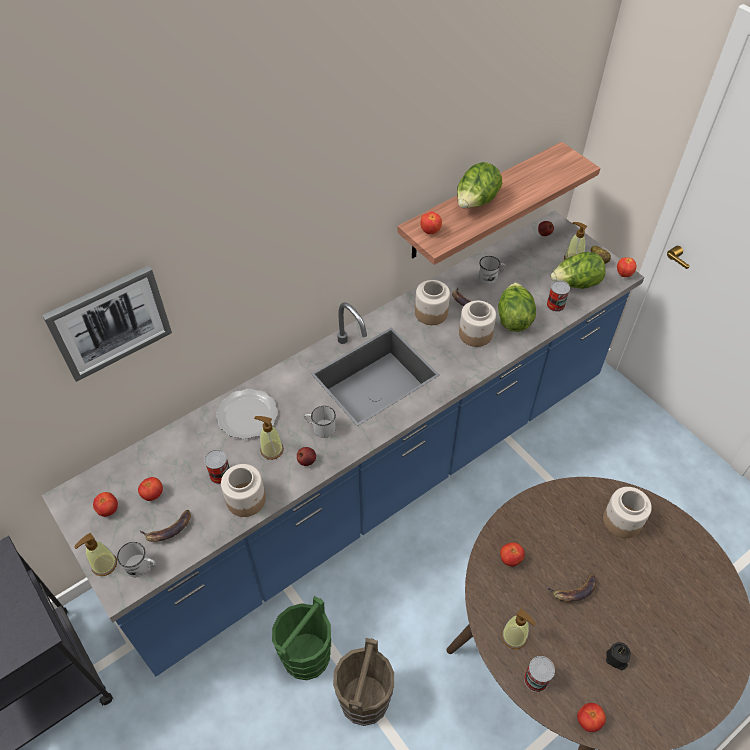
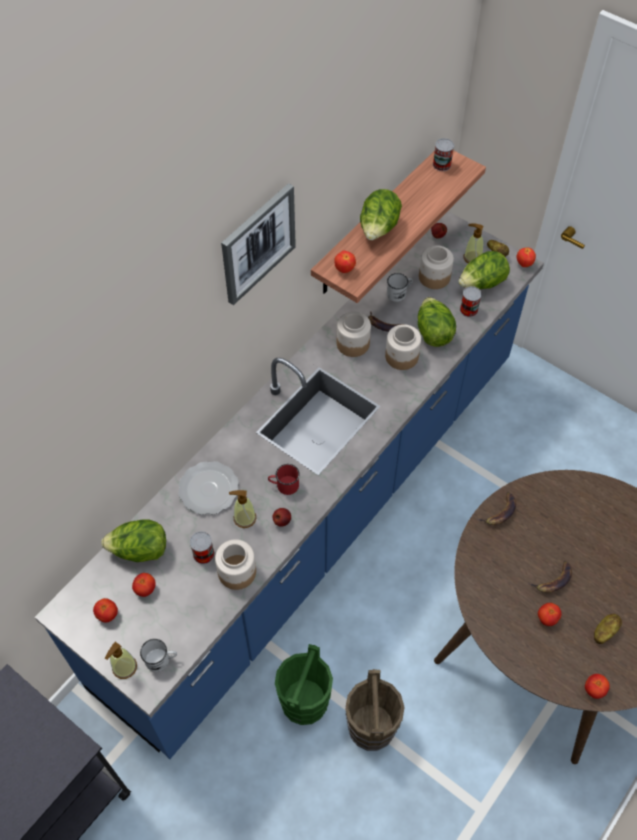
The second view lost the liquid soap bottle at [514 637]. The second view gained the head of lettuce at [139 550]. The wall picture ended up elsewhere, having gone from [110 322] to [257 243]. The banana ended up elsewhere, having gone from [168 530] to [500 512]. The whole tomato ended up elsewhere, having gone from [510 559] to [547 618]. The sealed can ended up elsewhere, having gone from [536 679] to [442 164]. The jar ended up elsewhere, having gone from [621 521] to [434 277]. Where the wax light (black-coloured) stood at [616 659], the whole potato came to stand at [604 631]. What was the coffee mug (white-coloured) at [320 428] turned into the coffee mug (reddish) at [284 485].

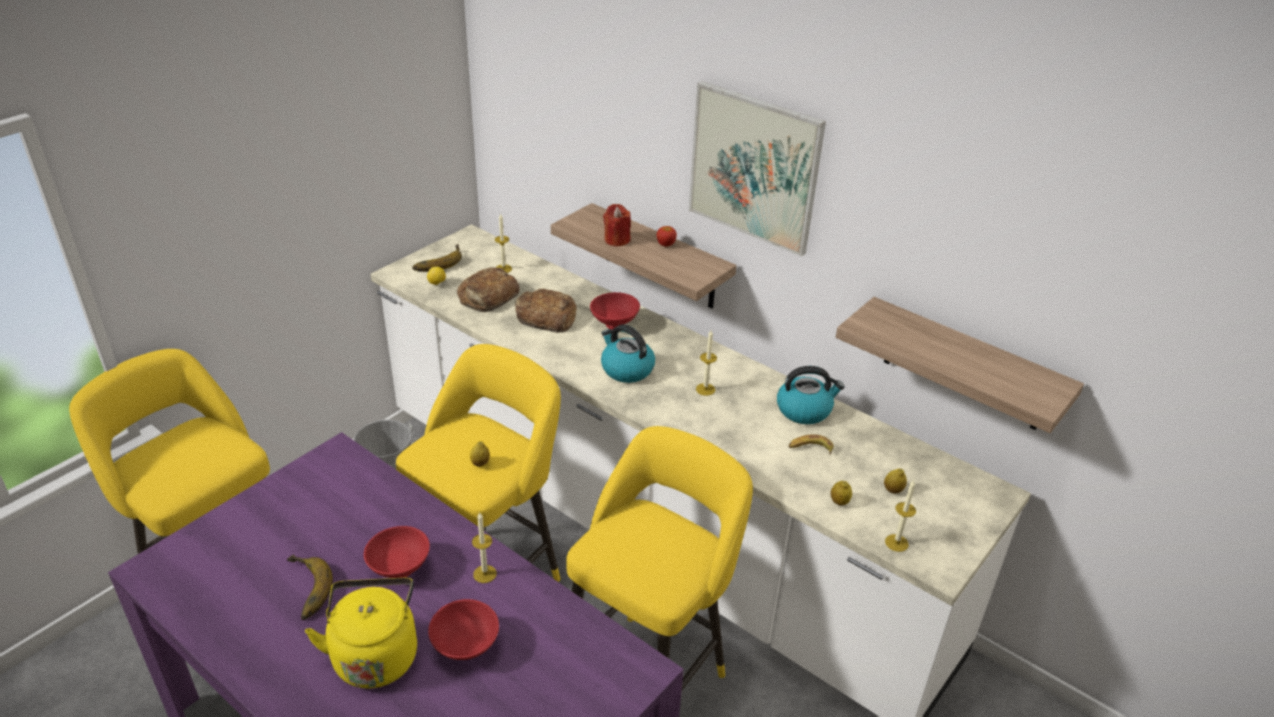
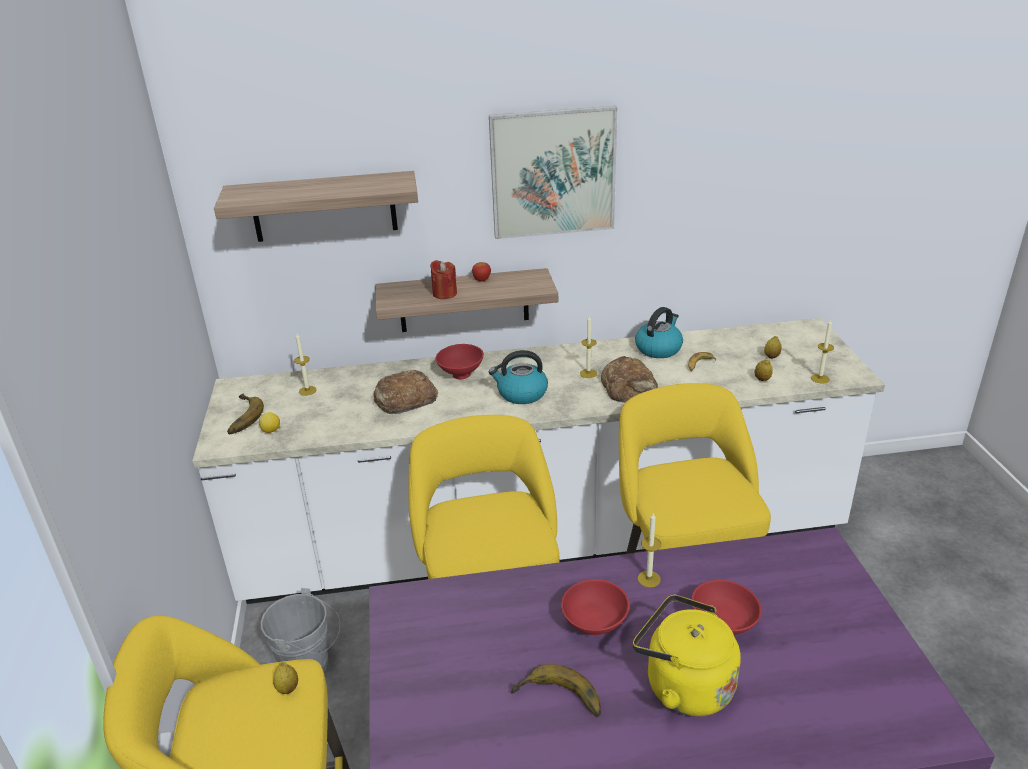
The bread ended up elsewhere, having gone from [488 297] to [629 387]. The lemon ended up elsewhere, having gone from [480 463] to [288 689]. The wall shelf ended up elsewhere, having gone from [965 366] to [324 207].

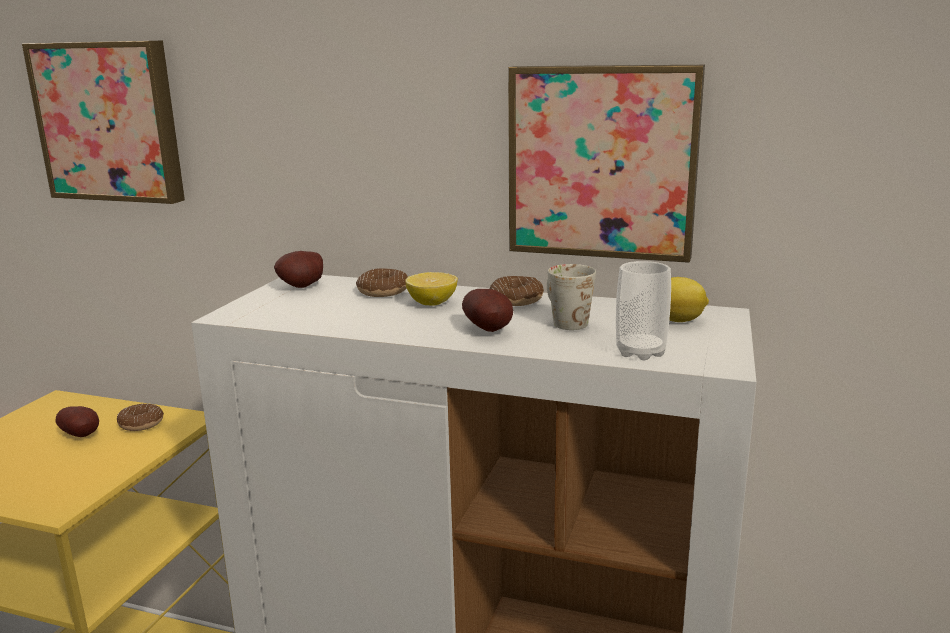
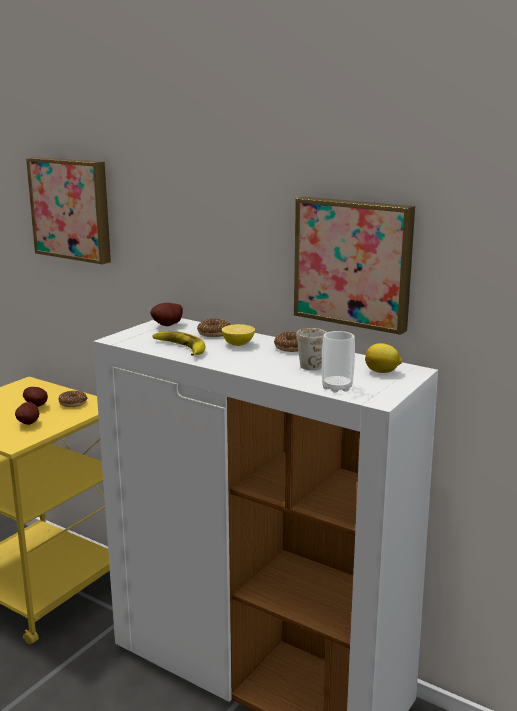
The second view gained the banana at [180 348]. The whole potato ended up elsewhere, having gone from [489 330] to [29 423].

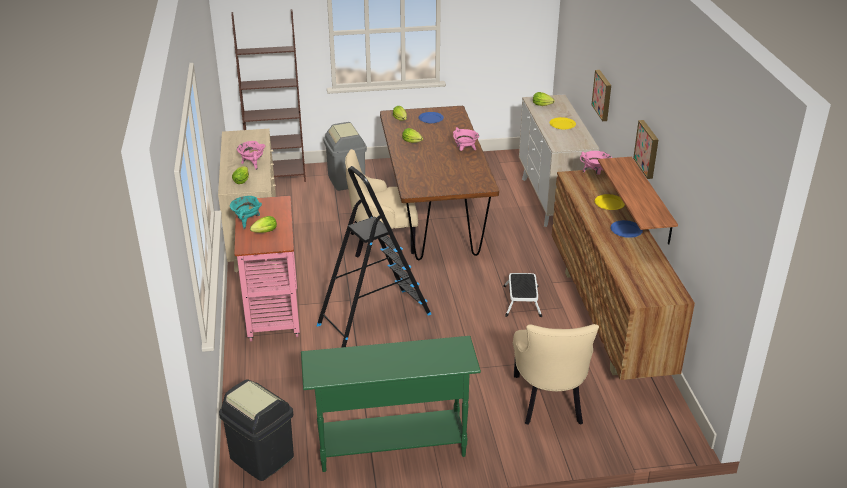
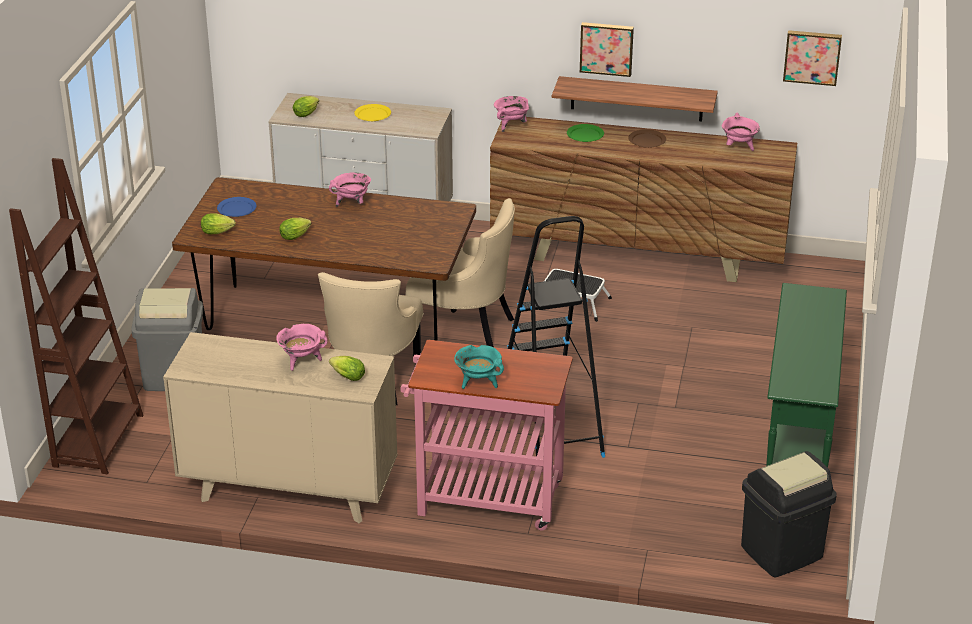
The second view lost the head of lettuce at [263 232]. The second view gained the cooking pot (pinkish) at [739 147]. The upright chair (sand-coloured) ended up elsewhere, having gone from [549 398] to [462 328]. The wall picture ended up elsewhere, having gone from [603 95] to [812 56]. What was the dinner plate (yellow-coloured) at [609 203] turned into the dinner plate (greenish) at [585 135]. What was the dinner plate (blue) at [626 230] turned into the dinner plate (brown-coloured) at [646 140].

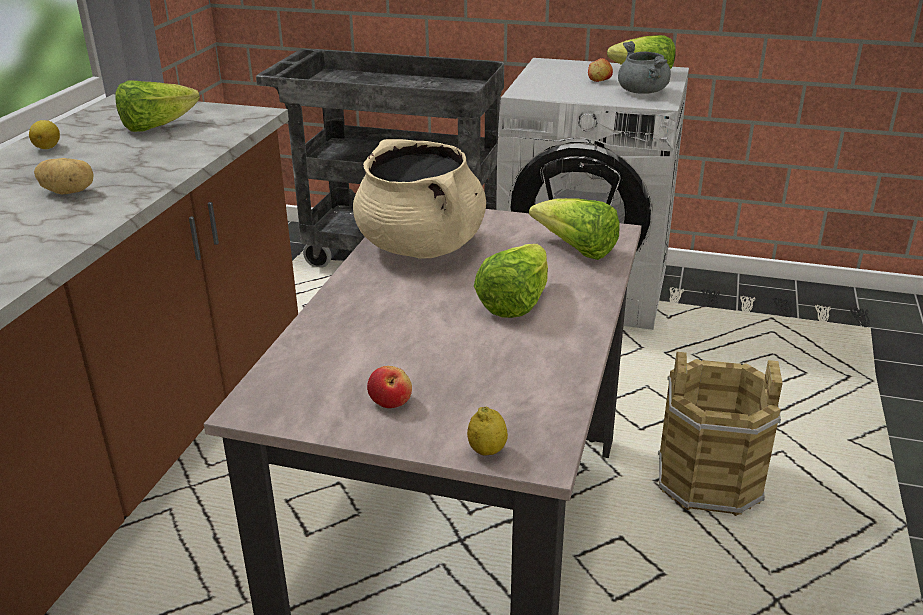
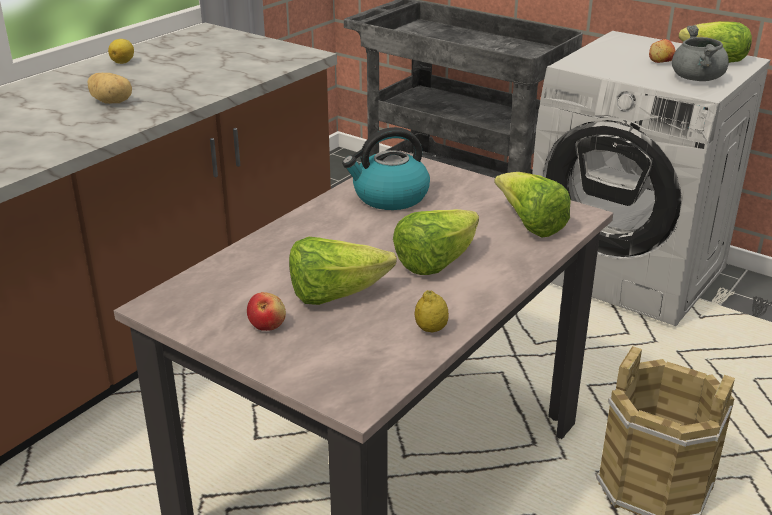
The head of lettuce ended up elsewhere, having gone from [157 127] to [335 295]. The lemon ended up elsewhere, having gone from [487 451] to [431 329]. Where the cooking pot (sand-coloured) stood at [422 247], the kettle came to stand at [389 197].

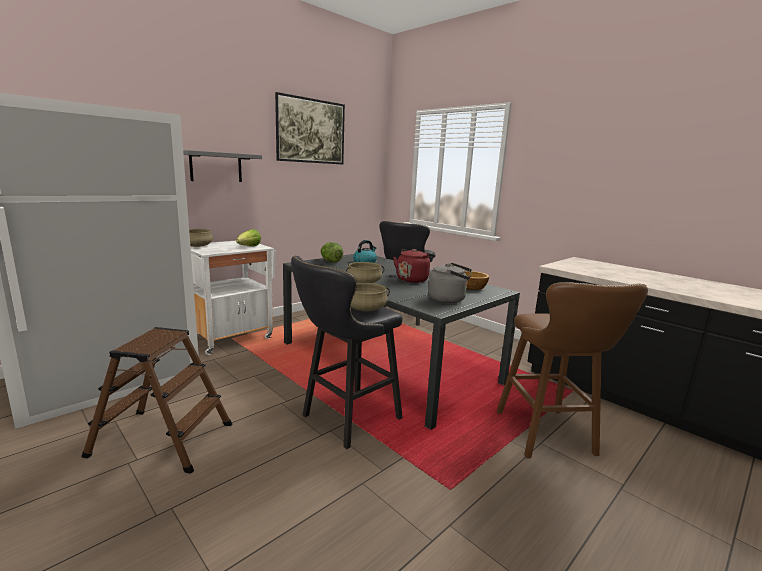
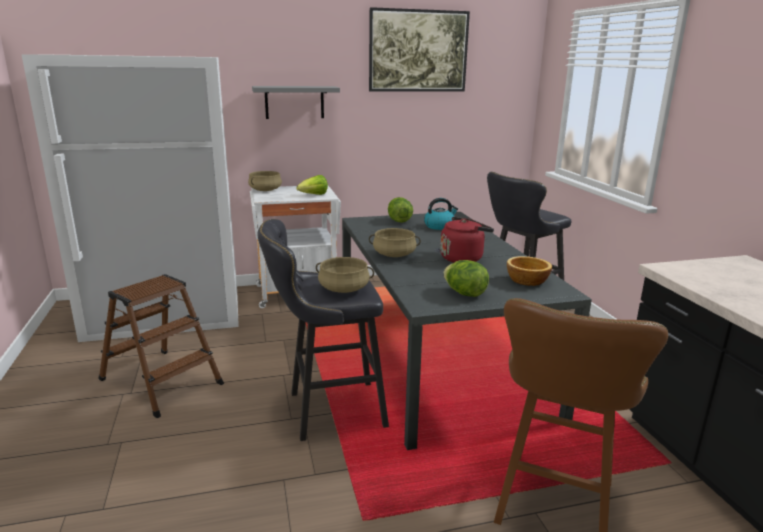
Where the kettle (greyish) stood at [449 299], the head of lettuce came to stand at [464 293].

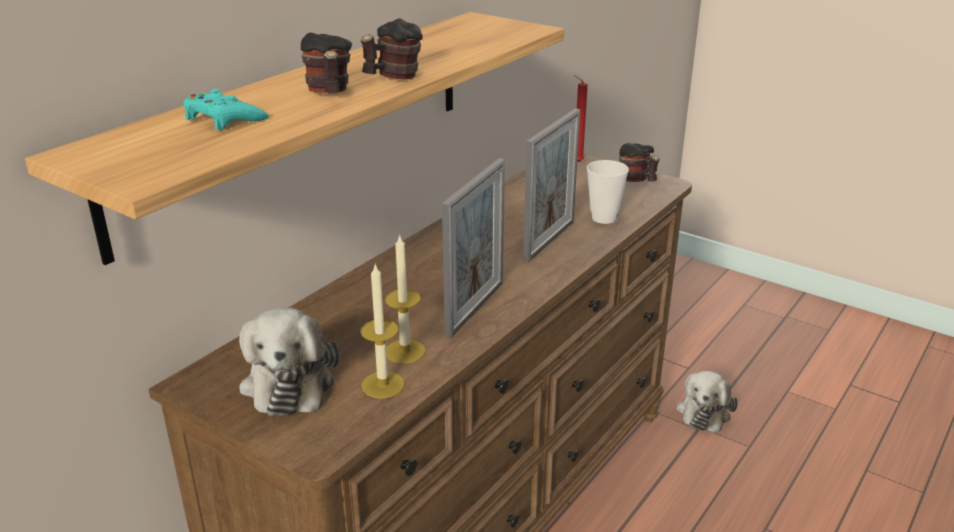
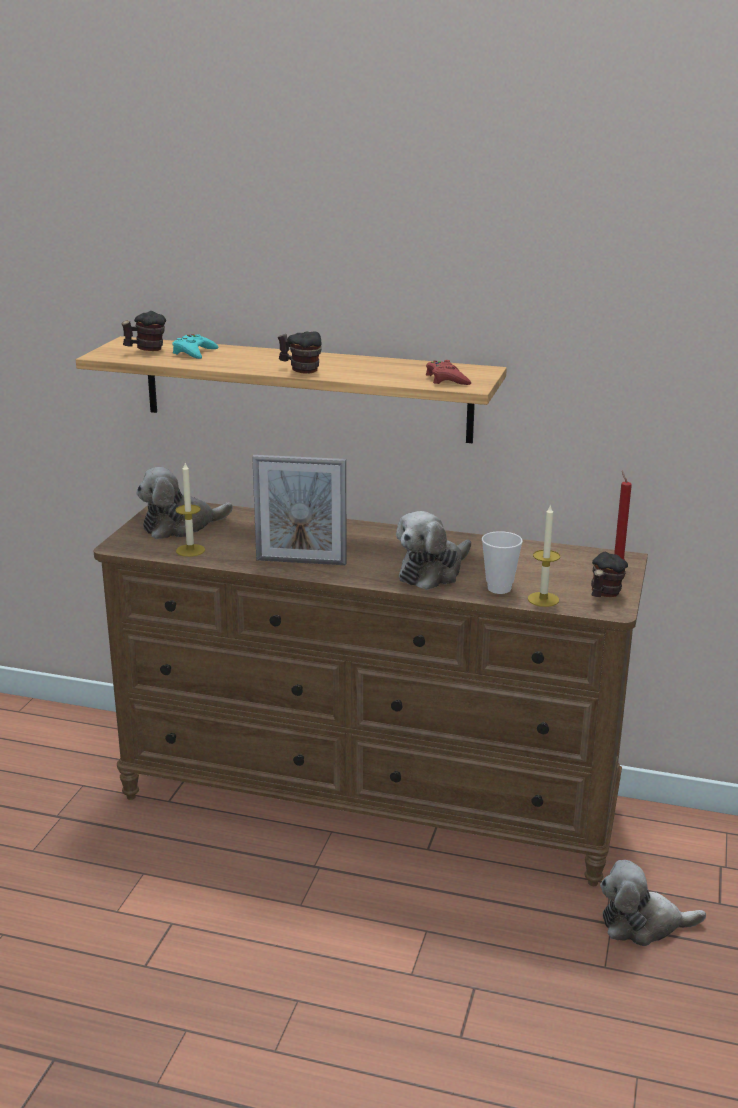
The second view gained the gamepad (reddish) at [447 379]. The coffee mug ended up elsewhere, having gone from [329 93] to [145 350]. The wax light ended up elsewhere, having gone from [405 351] to [543 599]. Where the photo frame stood at [549 241], the cuddly toy came to stand at [433 572].

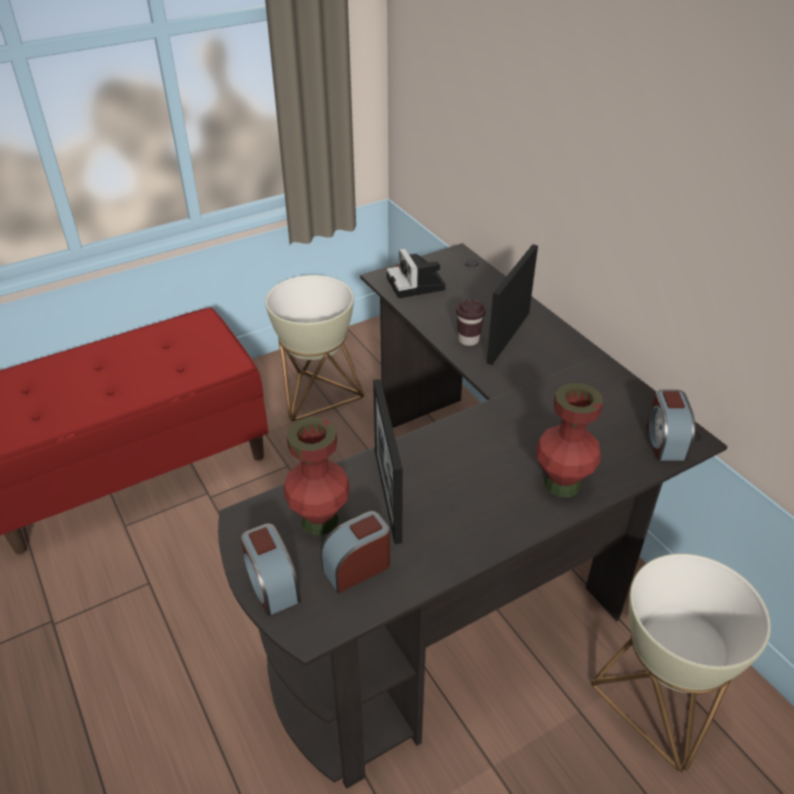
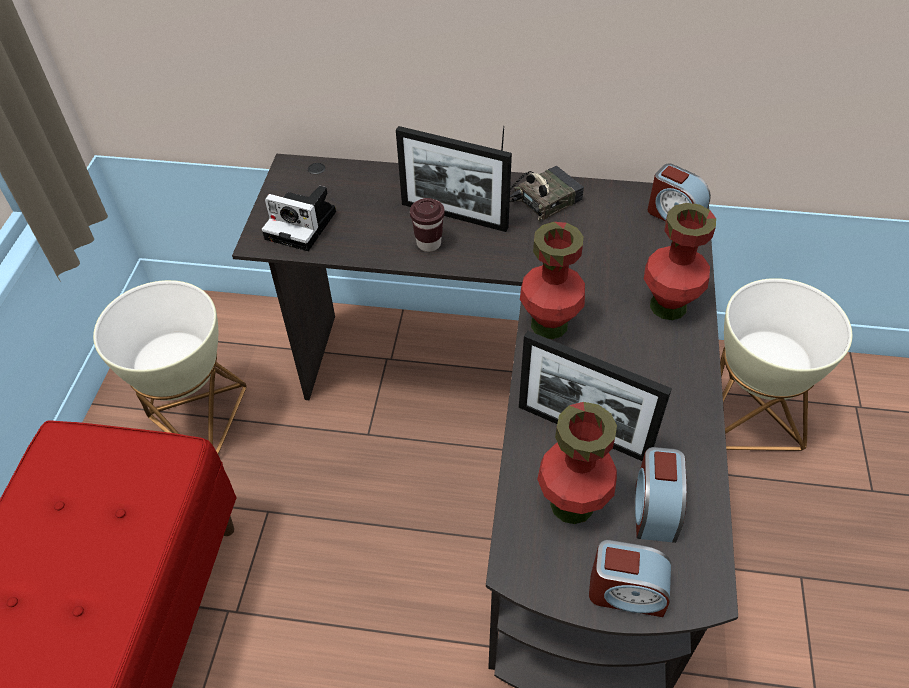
The second view gained the radio receiver at [542 199]. The second view gained the decorative vase (reddish) at [548 324]. The photo frame at [508 337] ended up facing another way, 45 degrees counterclockwise from before.

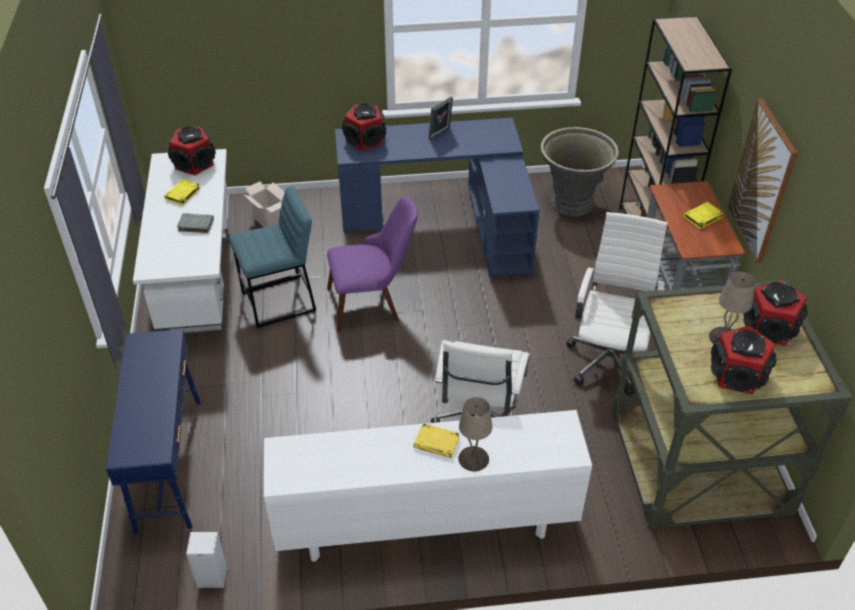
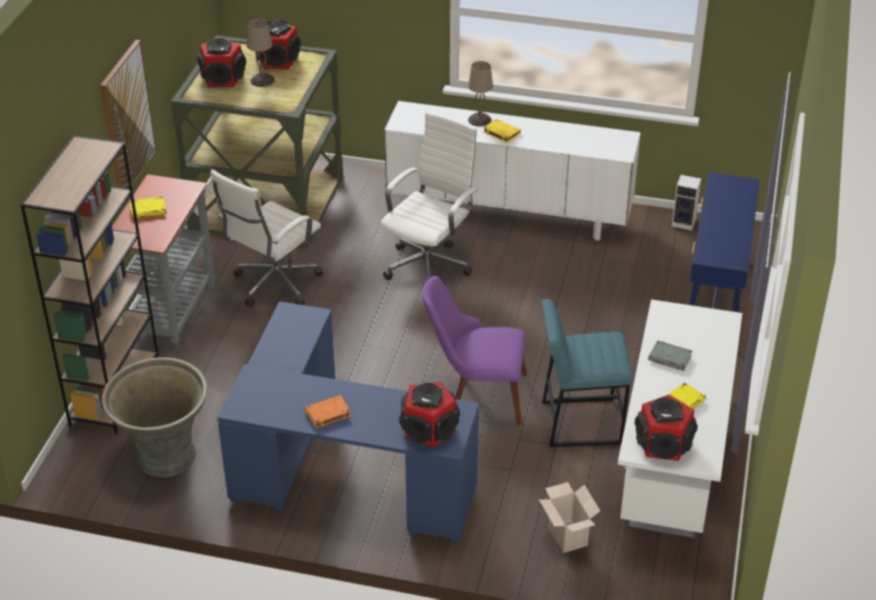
Where the photo frame stood at [440 134], the bound book (orange) came to stand at [327 414].

